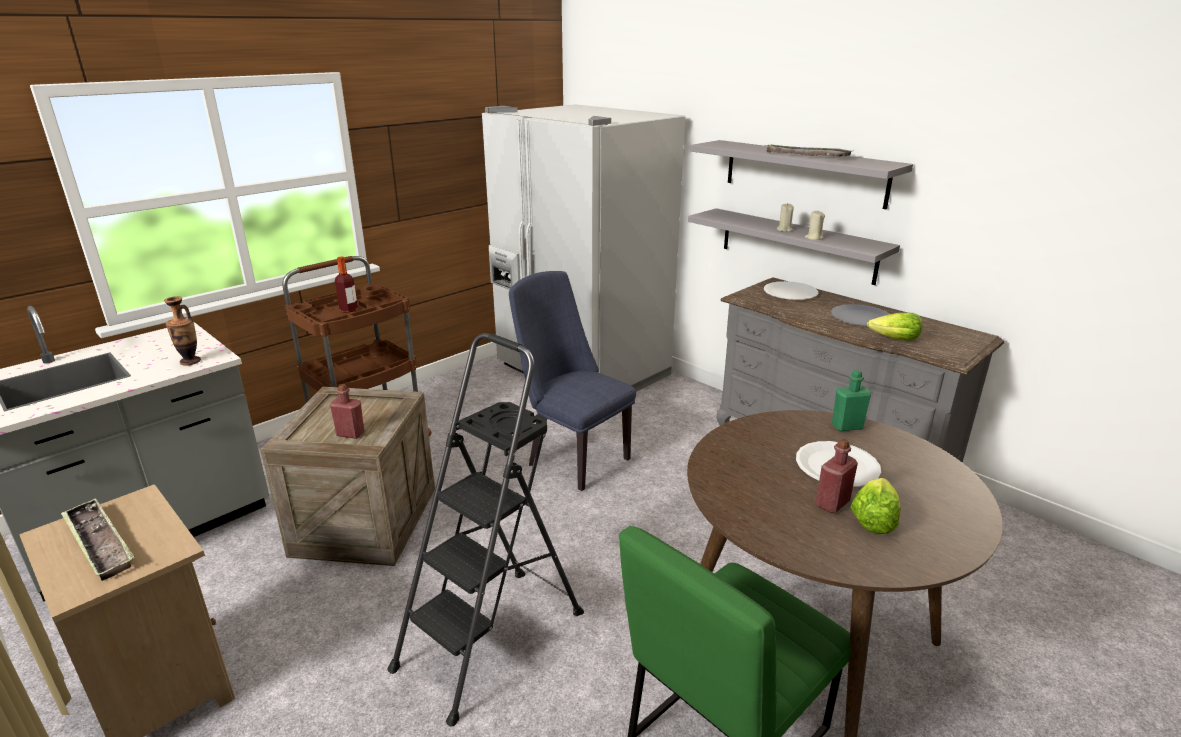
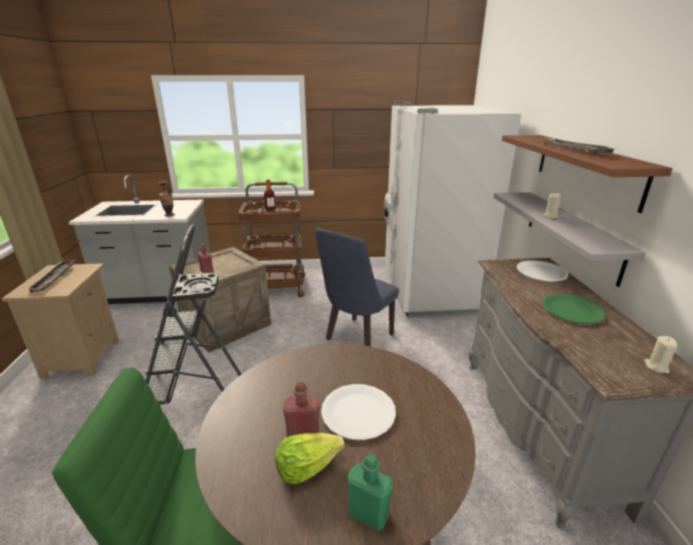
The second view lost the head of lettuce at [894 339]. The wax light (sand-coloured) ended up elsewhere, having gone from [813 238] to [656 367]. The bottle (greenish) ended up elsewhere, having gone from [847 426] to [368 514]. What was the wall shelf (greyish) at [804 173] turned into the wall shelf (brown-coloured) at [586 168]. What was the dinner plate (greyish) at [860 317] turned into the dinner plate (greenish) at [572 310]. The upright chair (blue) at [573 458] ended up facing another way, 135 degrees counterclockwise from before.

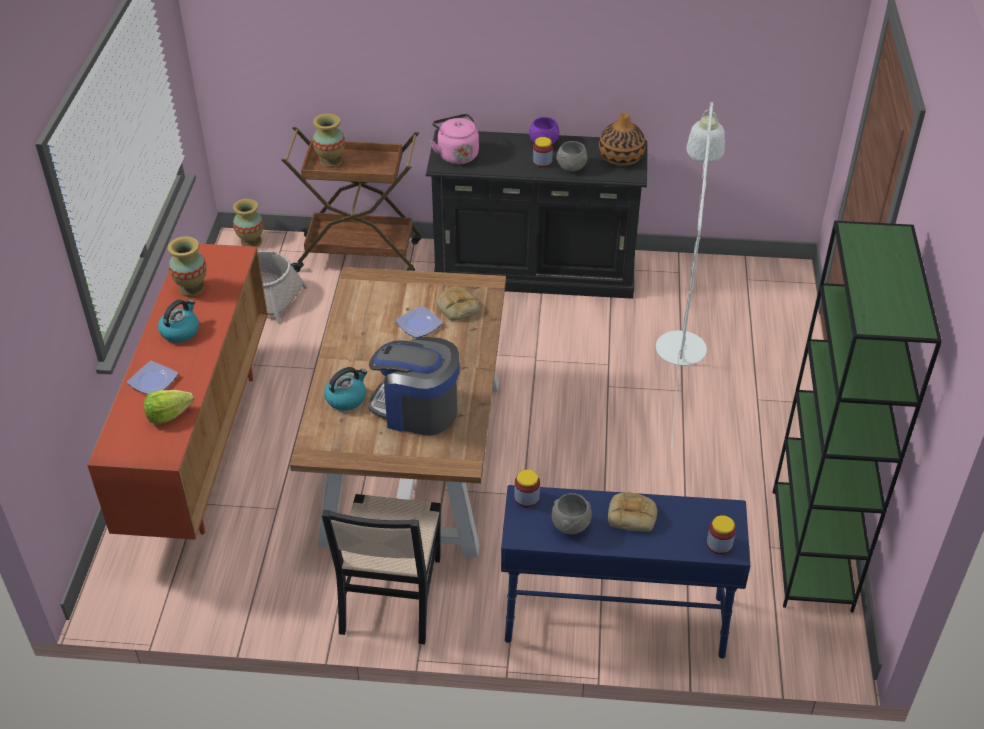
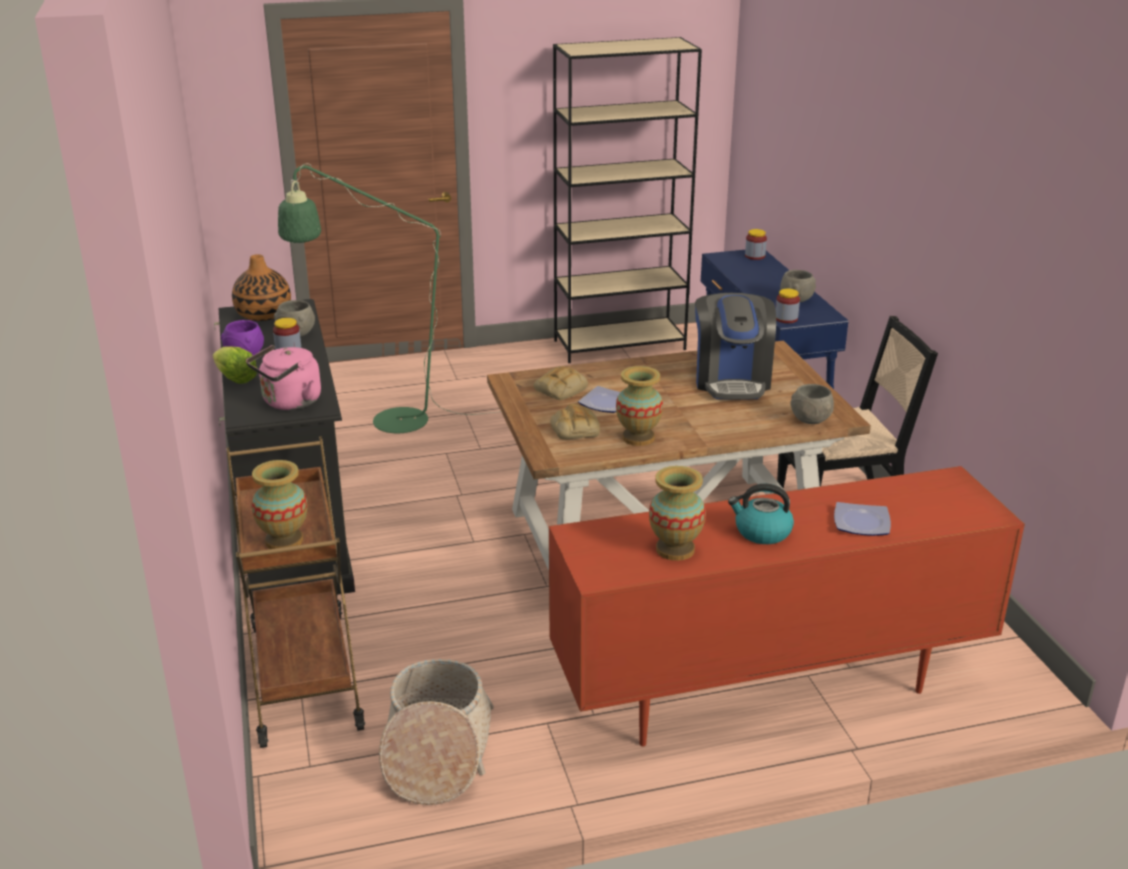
The second view lost the kettle at [346 398]. The second view gained the serving bowl (greyish) at [811 421]. The head of lettuce ended up elsewhere, having gone from [168 415] to [235 379]. The decorative vase ended up elsewhere, having gone from [251 242] to [638 438]. The bread ended up elsewhere, having gone from [633 515] to [574 428]. What was the standard lamp (white-coloured) at [681 338] turned into the standard lamp (greenish) at [385 422]. What was the shelving unit (greenish) at [812 550] turned into the shelving unit (sand-coloured) at [620 344].

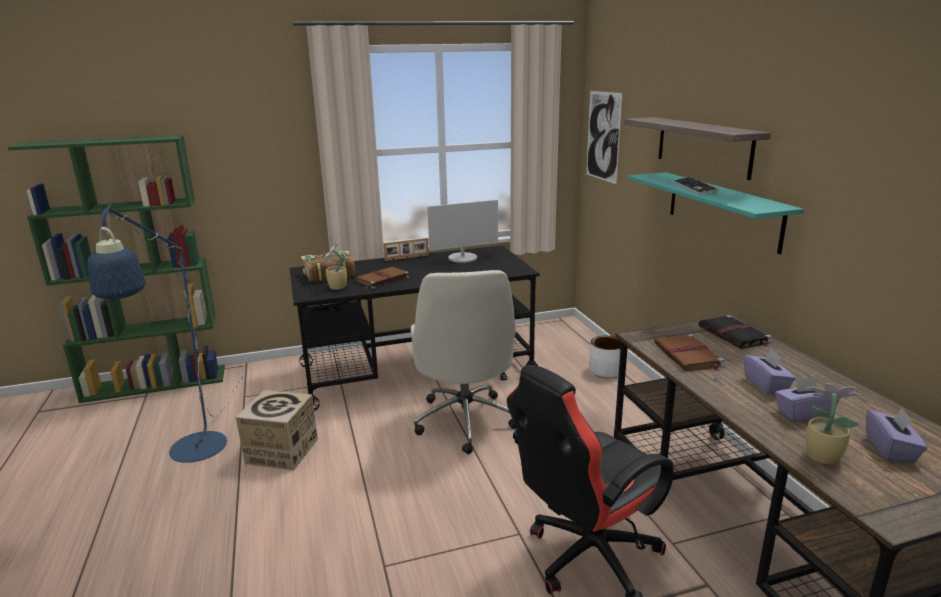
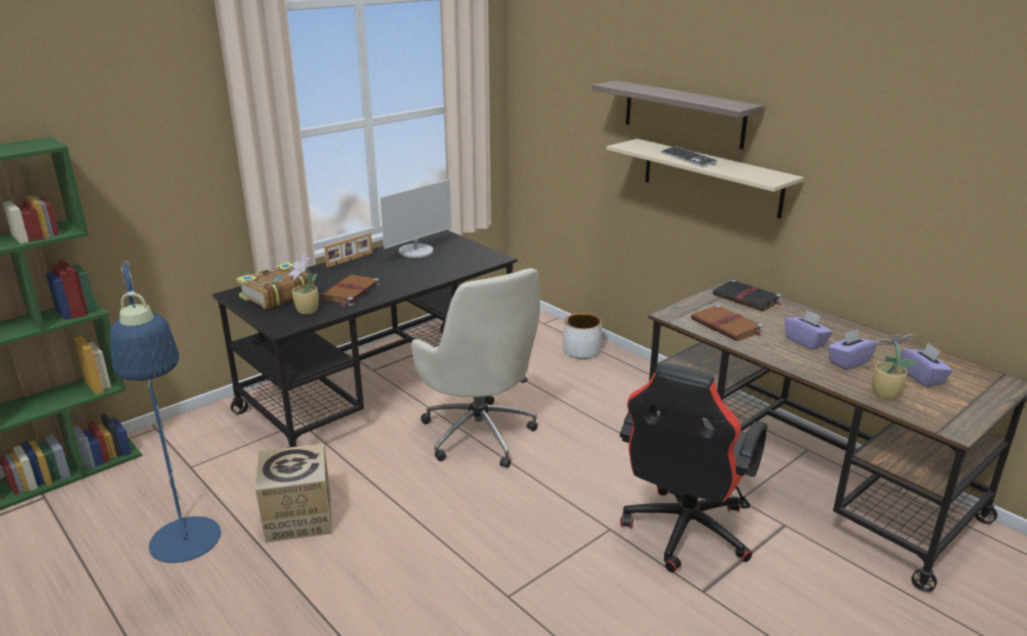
The second view lost the wall picture at [603 136]. What was the wall shelf (turquoise) at [722 210] turned into the wall shelf (sand-coloured) at [711 177].

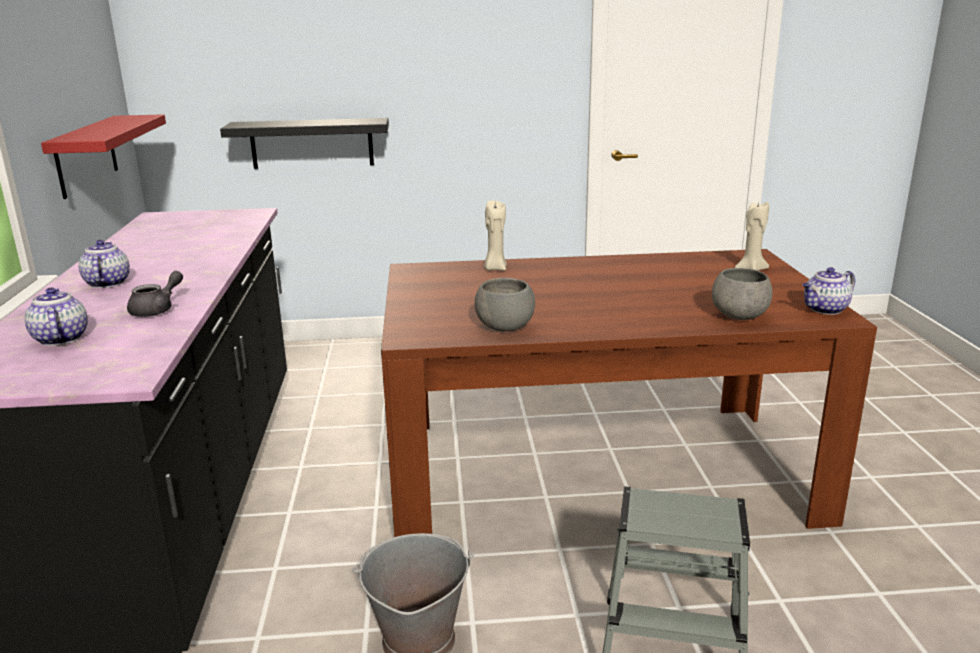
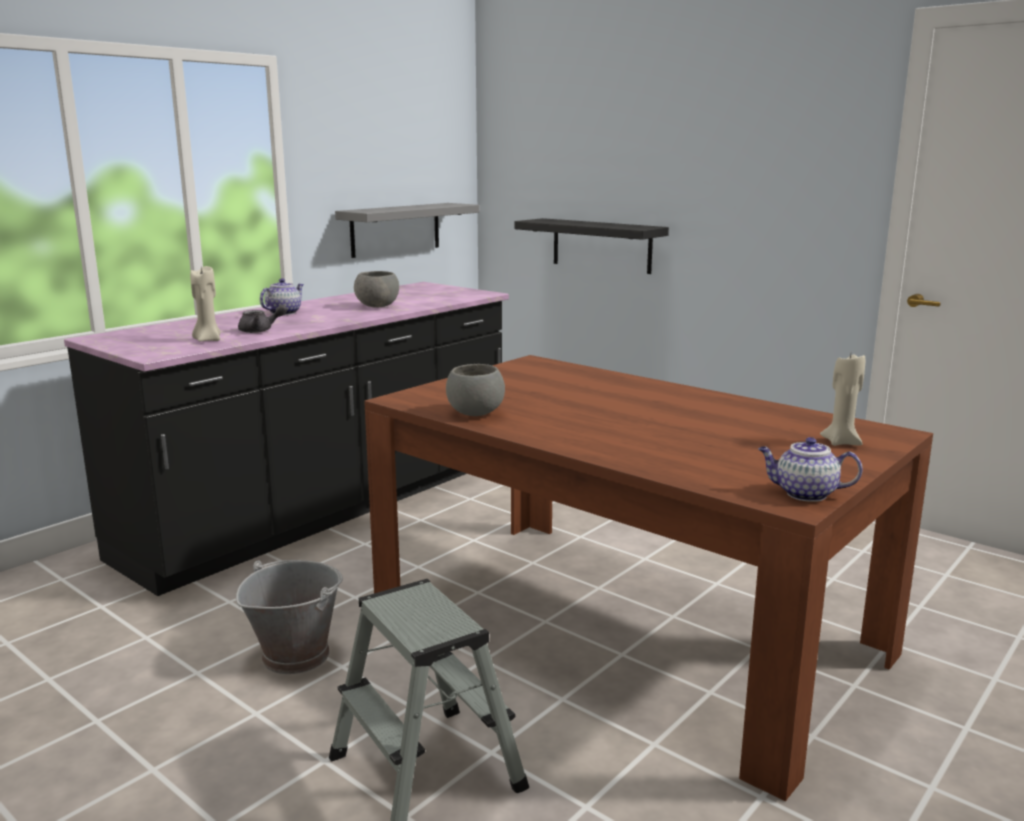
The second view lost the tea pot at [60 338]. The wax light (sand-coloured) ended up elsewhere, having gone from [495 268] to [207 340]. The serving bowl (greyish) ended up elsewhere, having gone from [740 316] to [378 306]. What was the wall shelf (reddish) at [86 155] turned into the wall shelf (greyish) at [395 229].

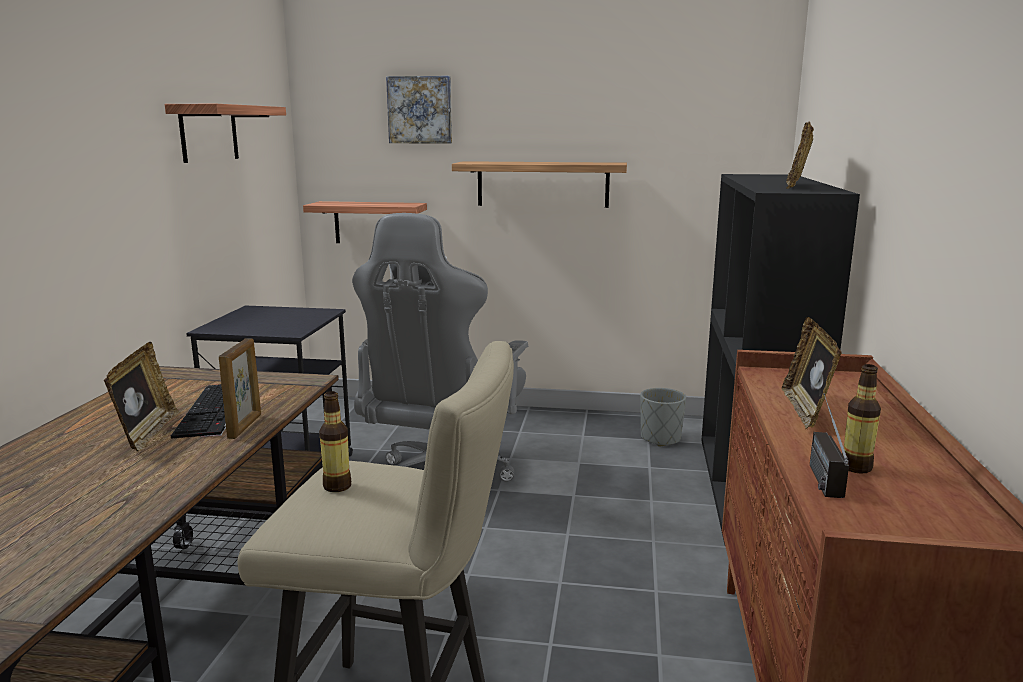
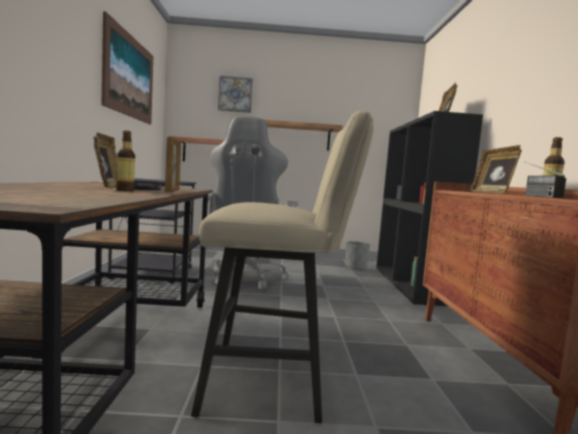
The bottle ended up elsewhere, having gone from [337 486] to [125 190]. Where the wall shelf hung at [209 133], the wall picture came to hang at [129 77].

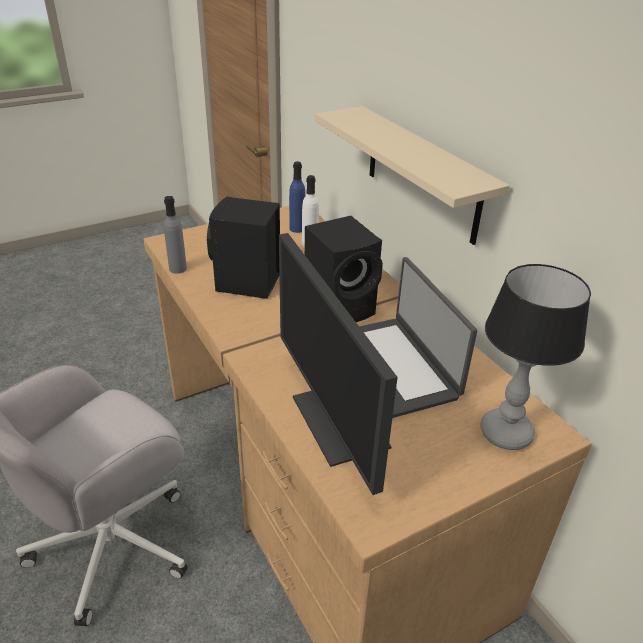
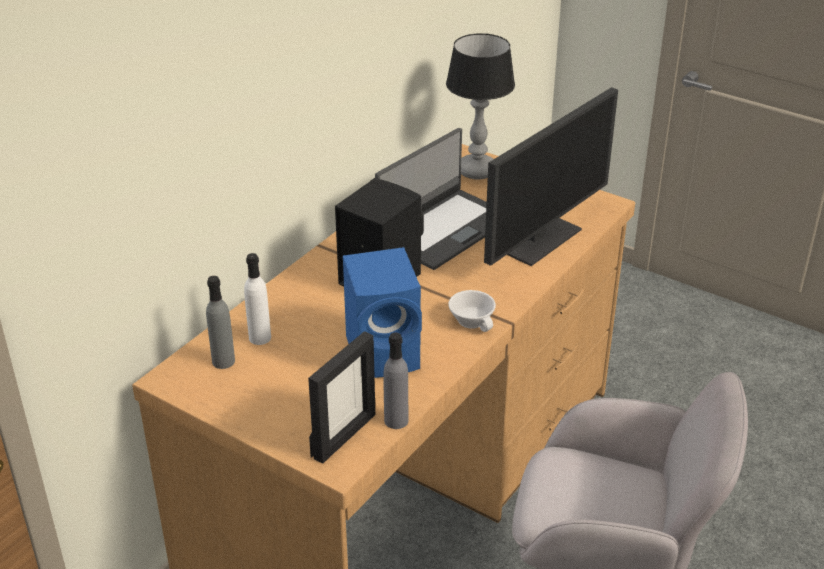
The second view lost the wall shelf (sand-coloured) at [422 174]. The second view gained the photo frame at [343 435]. The second view gained the small cup (white-coloured) at [473 320]. What was the speaker (black-coloured) at [246 284] turned into the speaker (blue) at [385 353]. What was the bottle (blue) at [297 229] turned into the bottle (greyish) at [223 361].

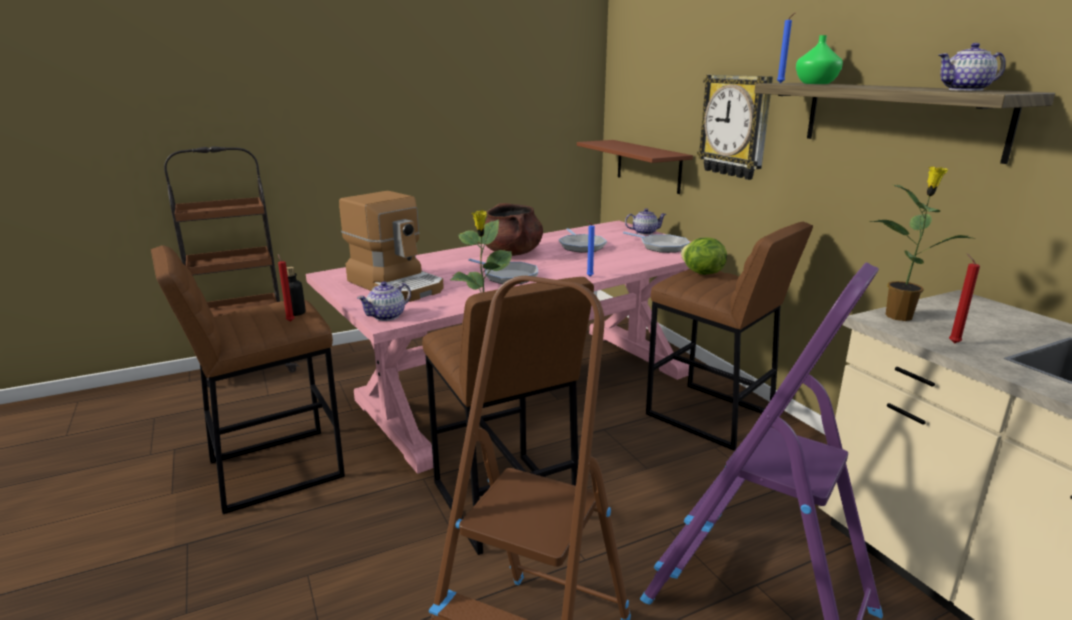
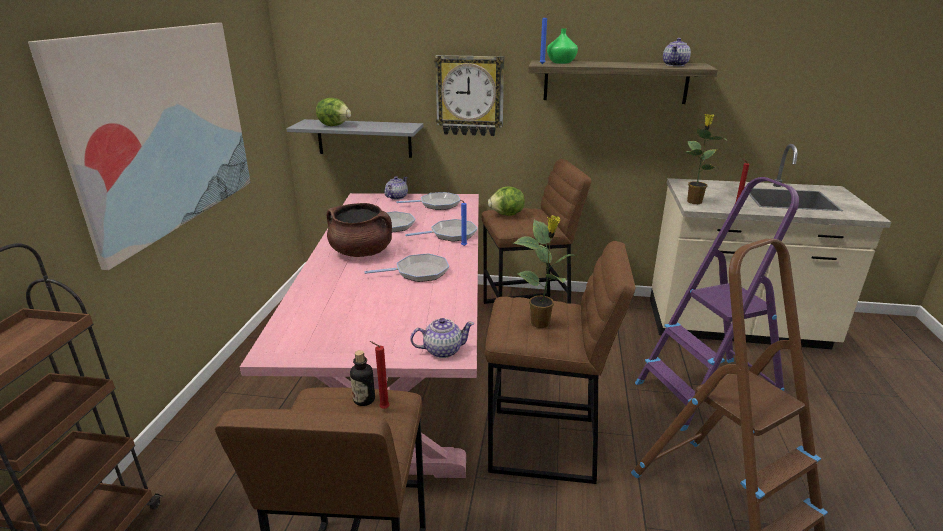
The second view lost the coffee maker at [397 285]. The second view gained the wall picture at [164 131]. The second view gained the head of lettuce at [334 125]. The second view gained the skillet at [451 234]. What was the wall shelf (brown-coloured) at [648 166] turned into the wall shelf (greyish) at [364 138]. The tea pot at [387 316] ended up facing another way, 90 degrees counterclockwise from before.

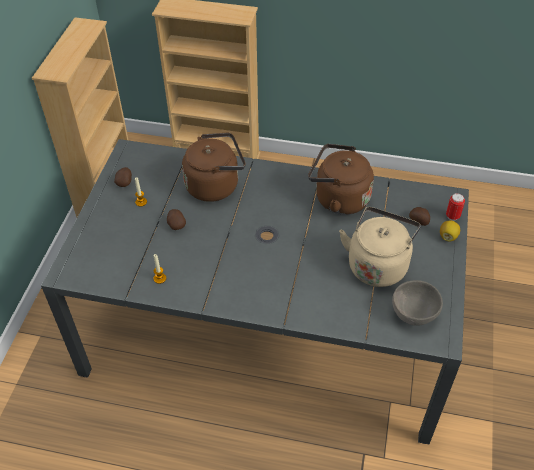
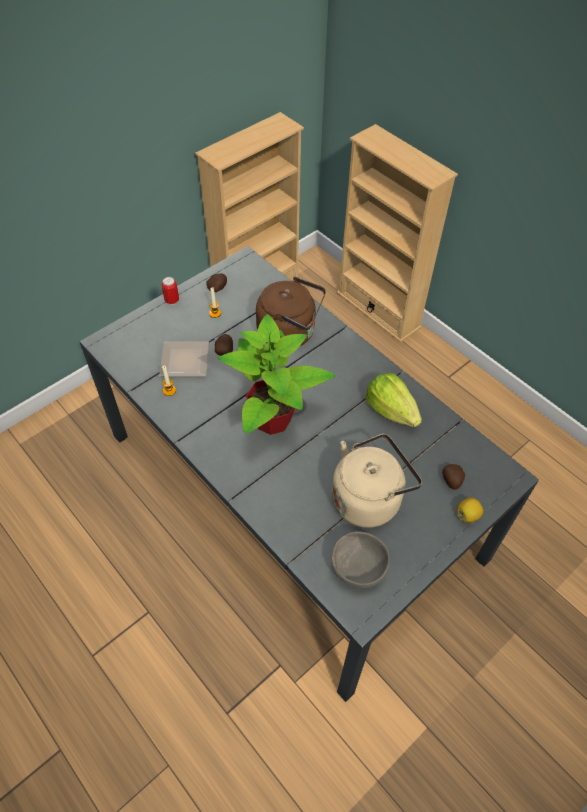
The second view gained the dinner plate at [183 360]. The second view gained the houseplant at [273 420]. The sealed can ended up elsewhere, having gone from [452 216] to [172 301]. Where the kettle (brown-coloured) stood at [338 199], the head of lettuce came to stand at [391 410].

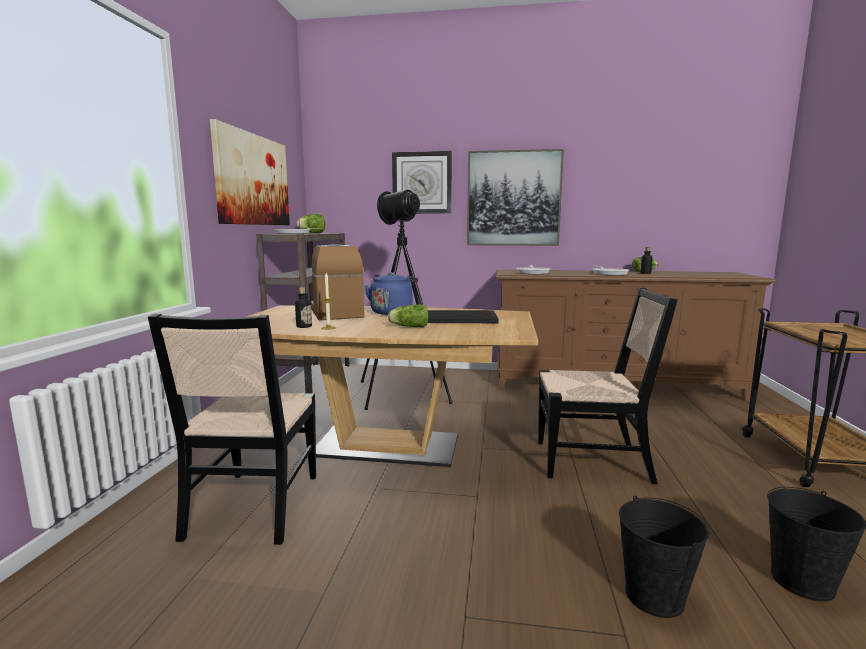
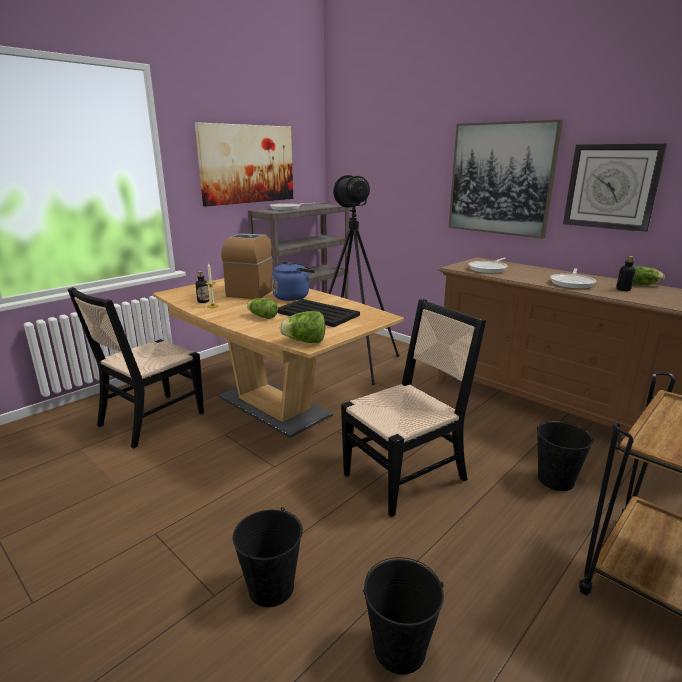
The second view gained the bucket (black-coloured) at [556 480]. The head of lettuce ended up elsewhere, having gone from [312 233] to [305 342]. The wall clock ended up elsewhere, having gone from [422 183] to [611 186]. The upright chair at [592 461] ended up facing another way, 75 degrees counterclockwise from before.

